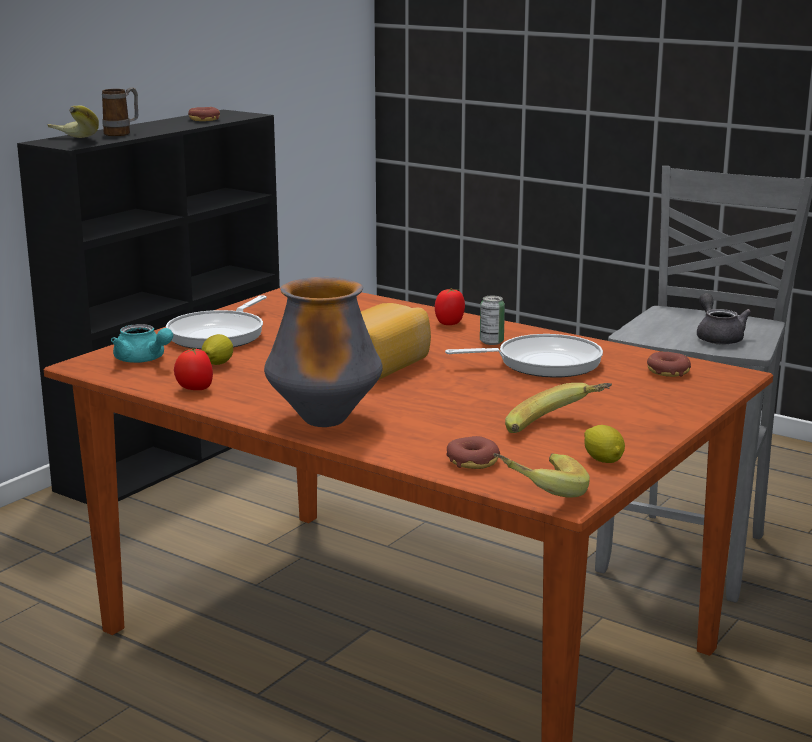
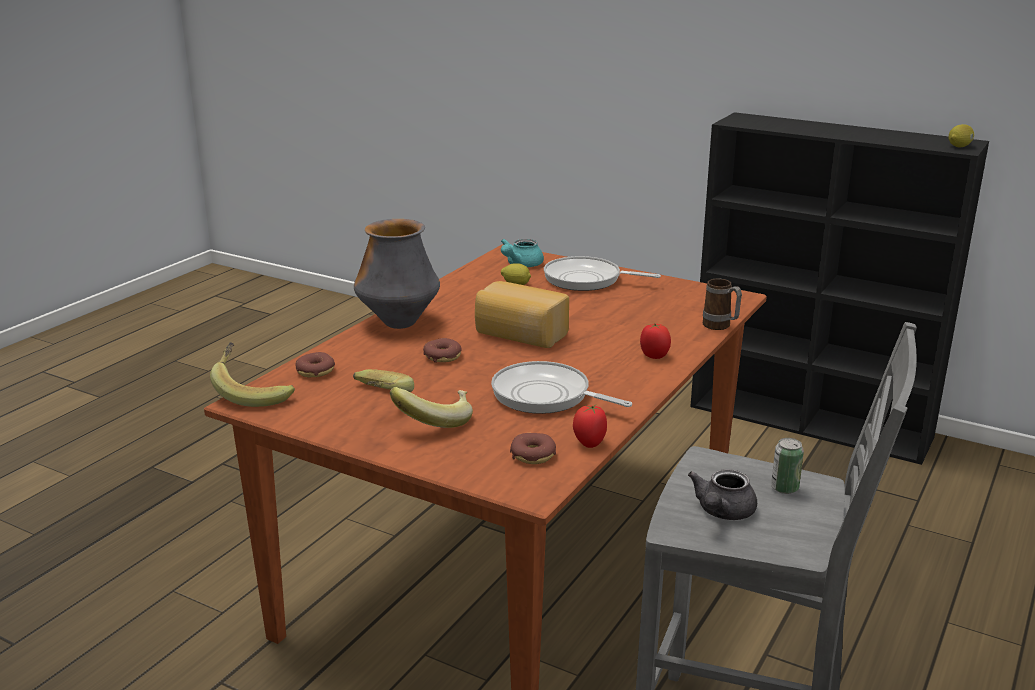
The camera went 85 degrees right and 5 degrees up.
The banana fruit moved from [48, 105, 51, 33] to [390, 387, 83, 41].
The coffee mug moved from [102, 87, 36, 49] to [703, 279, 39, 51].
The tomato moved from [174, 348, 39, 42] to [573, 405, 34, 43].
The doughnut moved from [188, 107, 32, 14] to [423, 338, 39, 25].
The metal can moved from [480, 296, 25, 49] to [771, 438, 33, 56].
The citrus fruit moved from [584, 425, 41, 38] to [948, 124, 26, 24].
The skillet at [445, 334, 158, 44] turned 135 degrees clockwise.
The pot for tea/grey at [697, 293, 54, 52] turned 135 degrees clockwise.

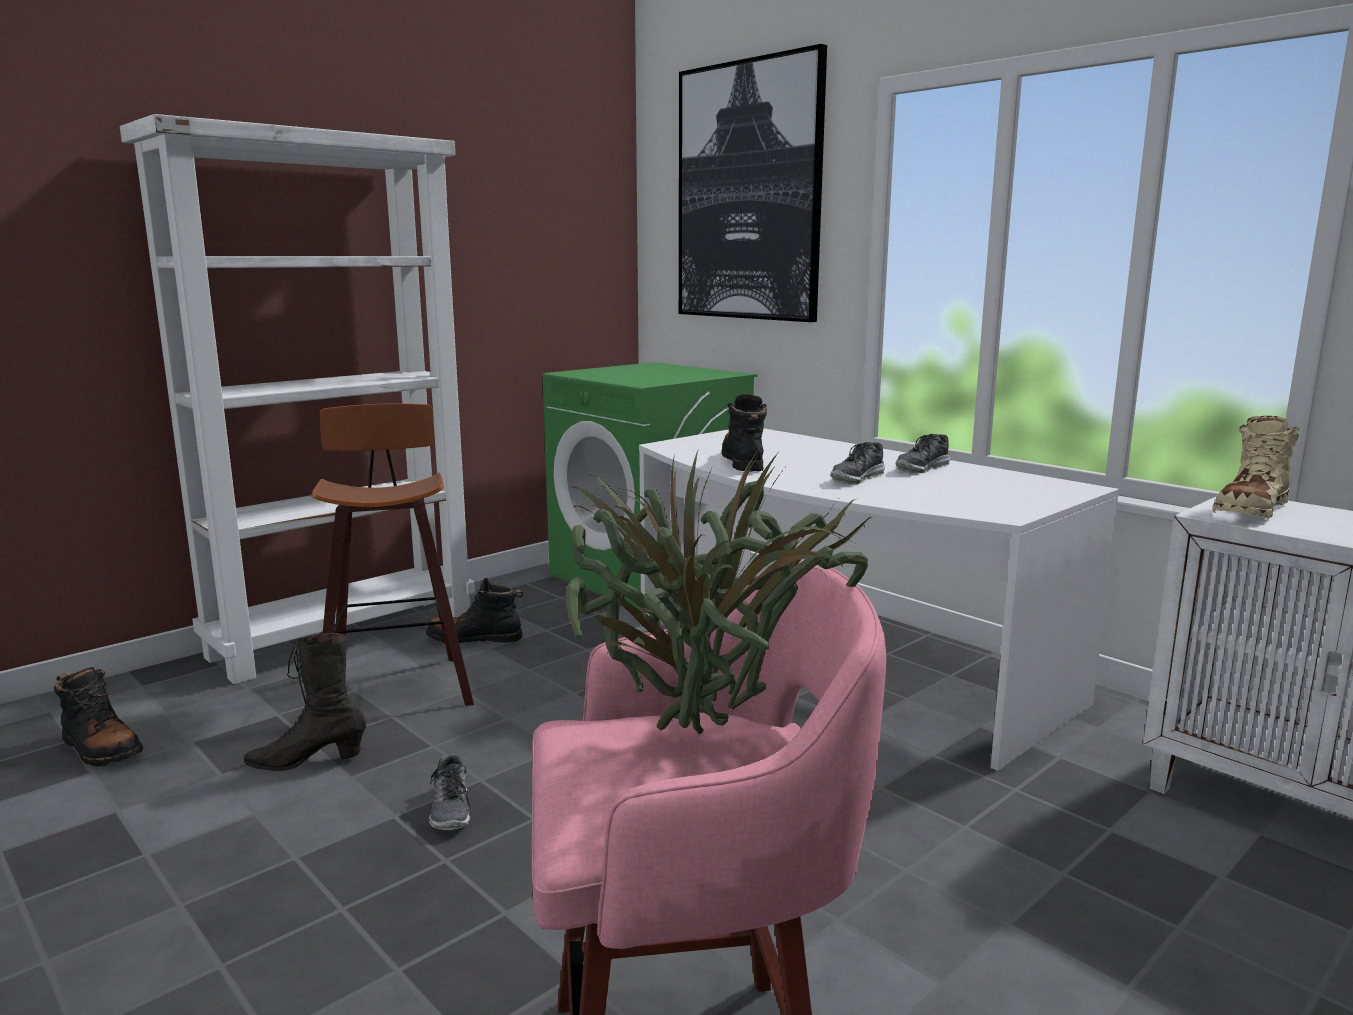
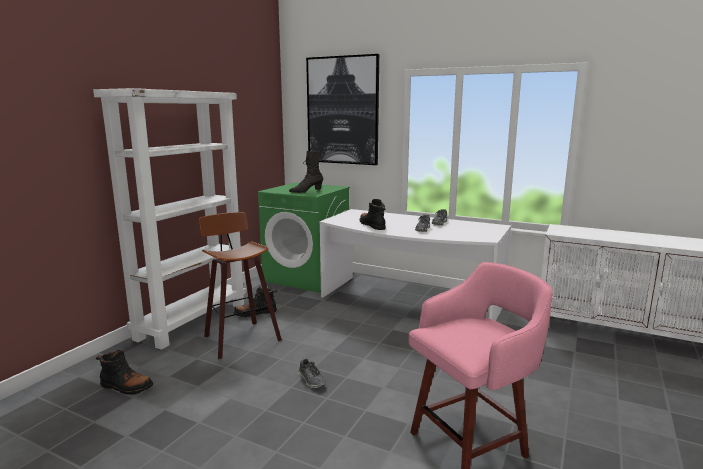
The camera went 20 degrees left and 0 degrees up.
The potted plant at [566, 447, 308, 287] disappeared.
The boot/beige-coloured at [1213, 416, 87, 103] disappeared.
The boot/black moved from [244, 633, 122, 138] to [289, 151, 34, 42].

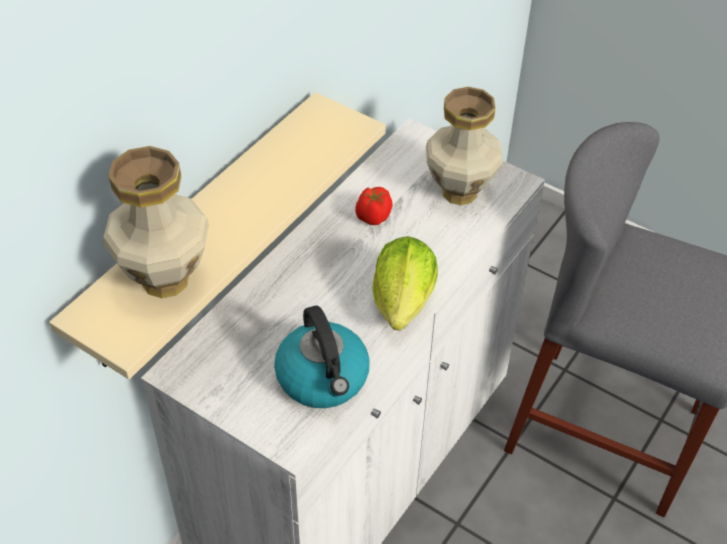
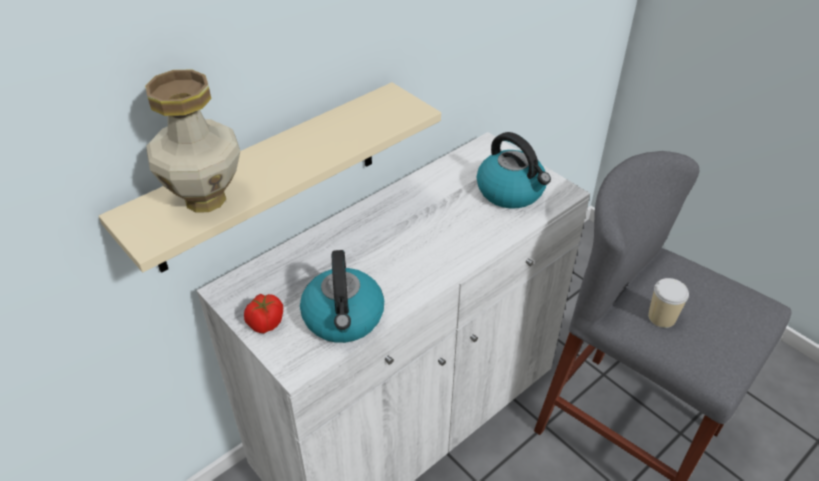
The camera went 15 degrees right and 5 degrees down.
The lettuce head at [372, 236, 66, 95] disappeared.
The drinking cup at [648, 278, 41, 50] appeared.
The tomato moved from [355, 187, 37, 38] to [244, 294, 39, 39].
The decorative vase at [426, 87, 77, 118] was replaced by the kettle at [477, 132, 74, 77].

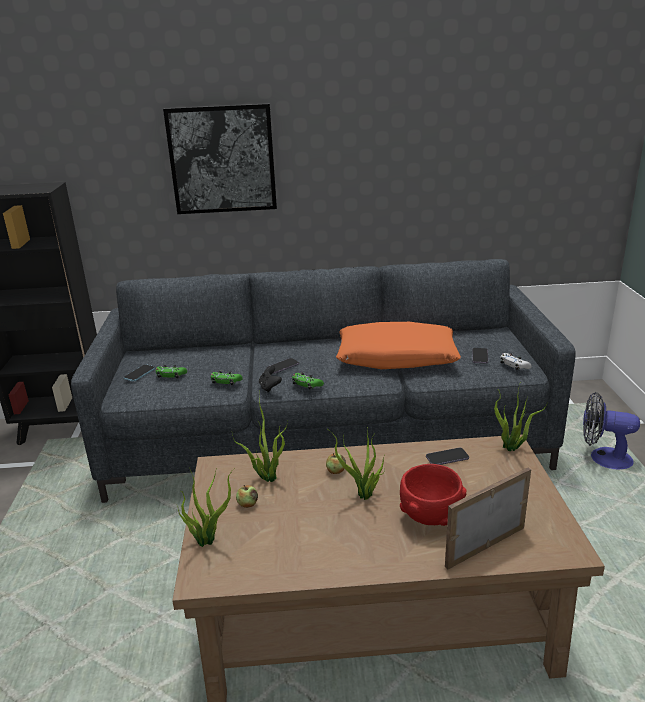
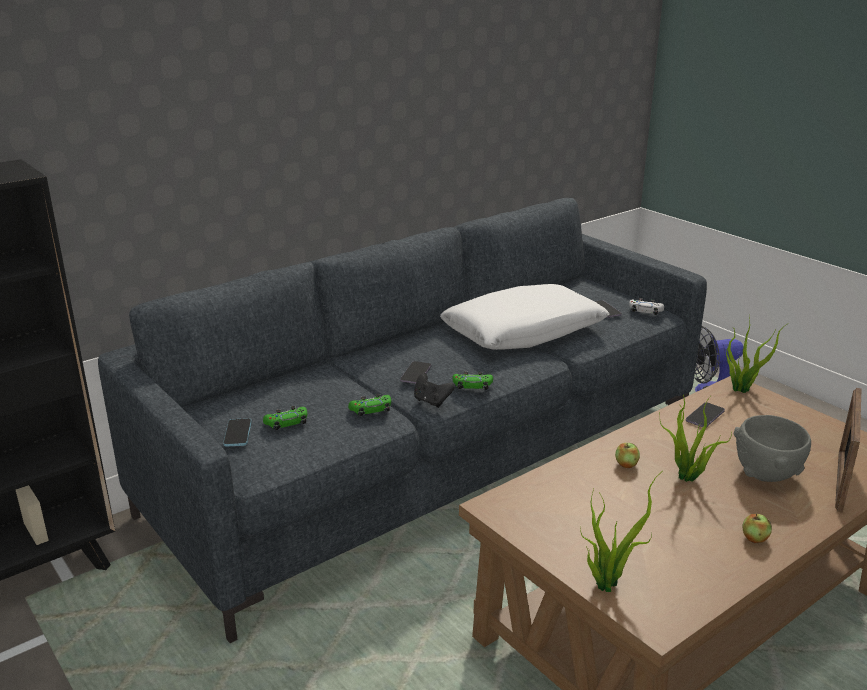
The camera went 35 degrees left and 0 degrees up.
The wall picture at [163, 103, 114, 111] disappeared.
The potted plant at [232, 399, 56, 83] disappeared.
The apple fruit moved from [236, 485, 22, 23] to [743, 514, 29, 29].
The throw pillow/orange at [336, 322, 125, 47] became the throw pillow/white-coloured at [440, 284, 170, 66].
The deep dish/reddish at [400, 464, 66, 62] became the deep dish/grey at [734, 415, 77, 67].

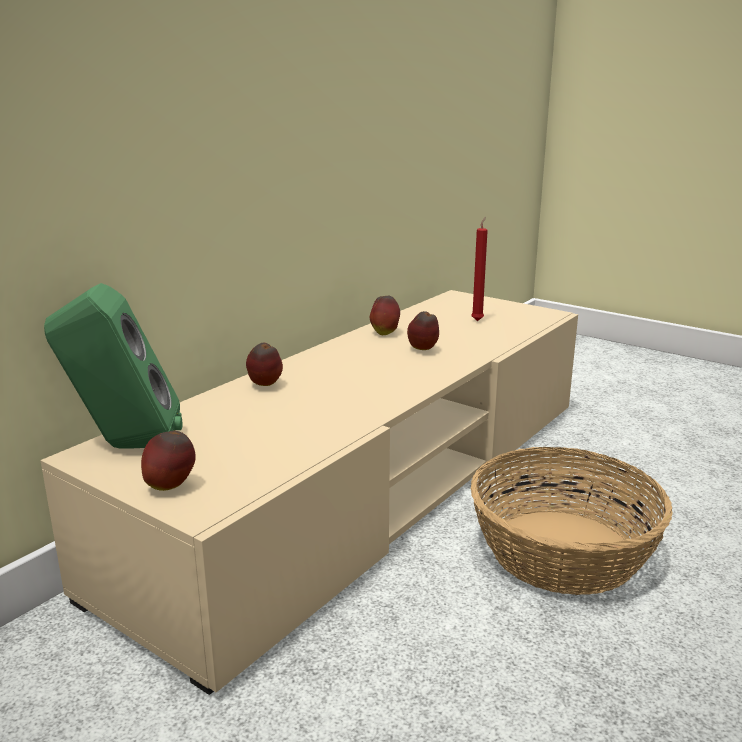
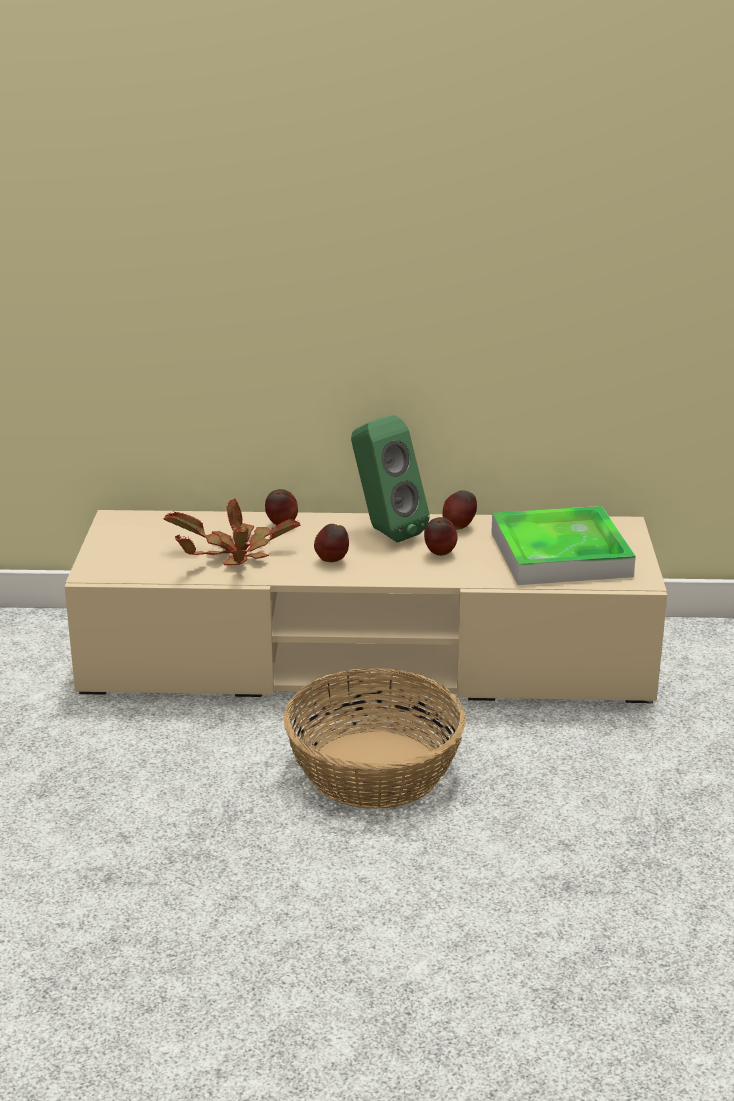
The camera went 55 degrees right and 5 degrees up.
The potted plant at [163, 499, 137, 66] appeared.
The audio speaker/greenish moved from [44, 283, 138, 165] to [351, 415, 79, 128].
The apple fruit moved from [141, 431, 55, 60] to [314, 524, 35, 38].
The wax candle/reddish at [471, 217, 17, 104] was replaced by the carrying tray at [491, 506, 145, 79].

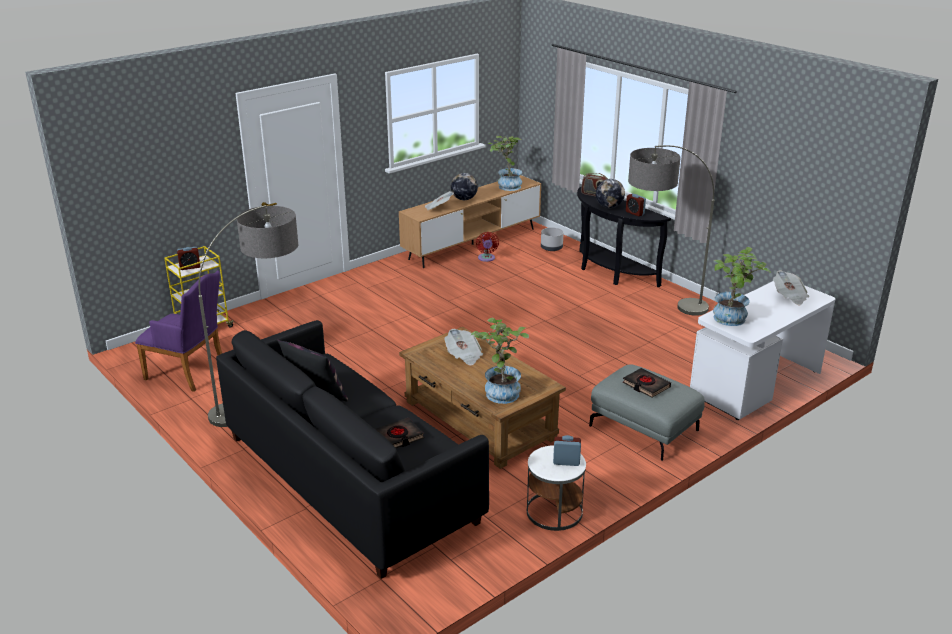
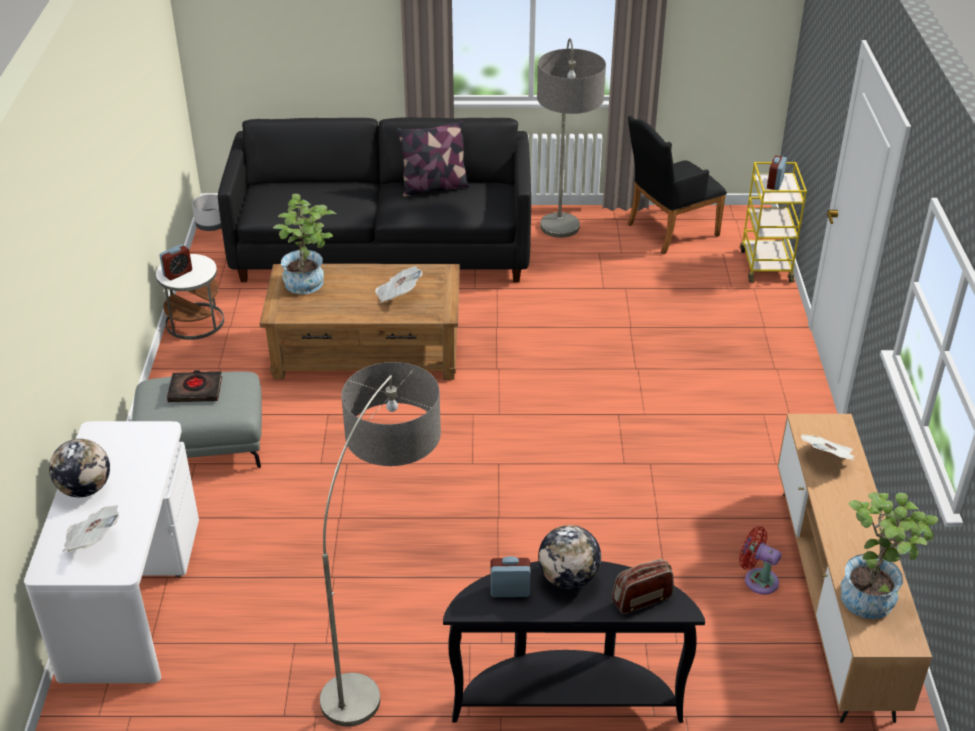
The camera went 130 degrees right and 10 degrees up.
The book/black at [375, 418, 49, 30] disappeared.
The potted plant at [713, 247, 58, 79] disappeared.
The globe moved from [451, 173, 27, 27] to [49, 439, 61, 58].
The flower pot/grey moved from [541, 227, 23, 24] to [192, 194, 30, 37].
The armchair/purple at [135, 270, 87, 122] became the armchair/black at [628, 115, 99, 139].

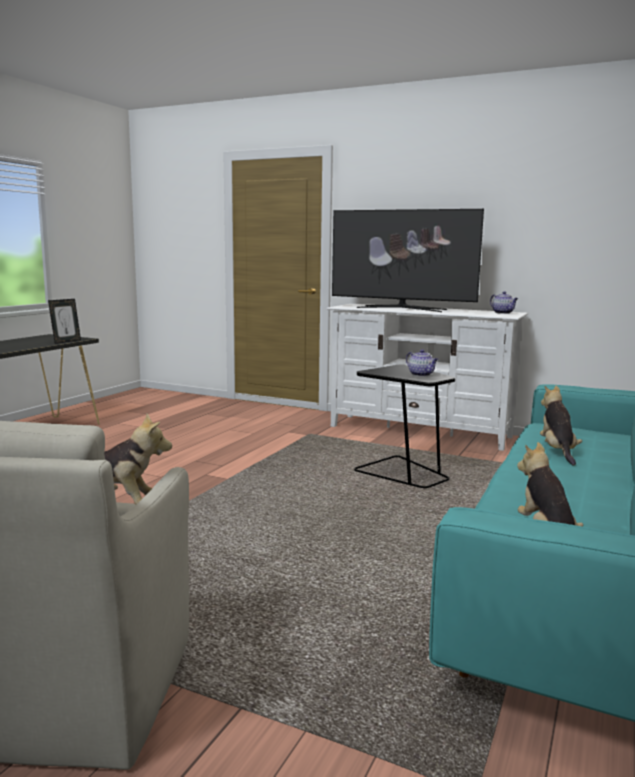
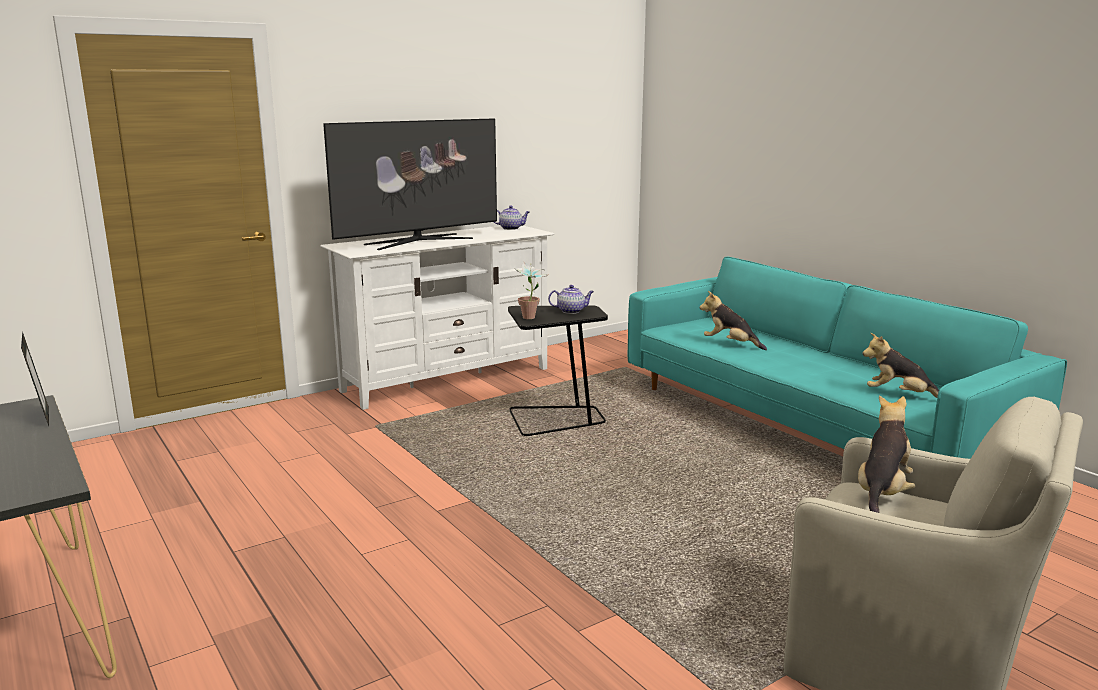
The camera went 60 degrees left and 5 degrees up.
The potted plant at [515, 262, 34, 57] appeared.

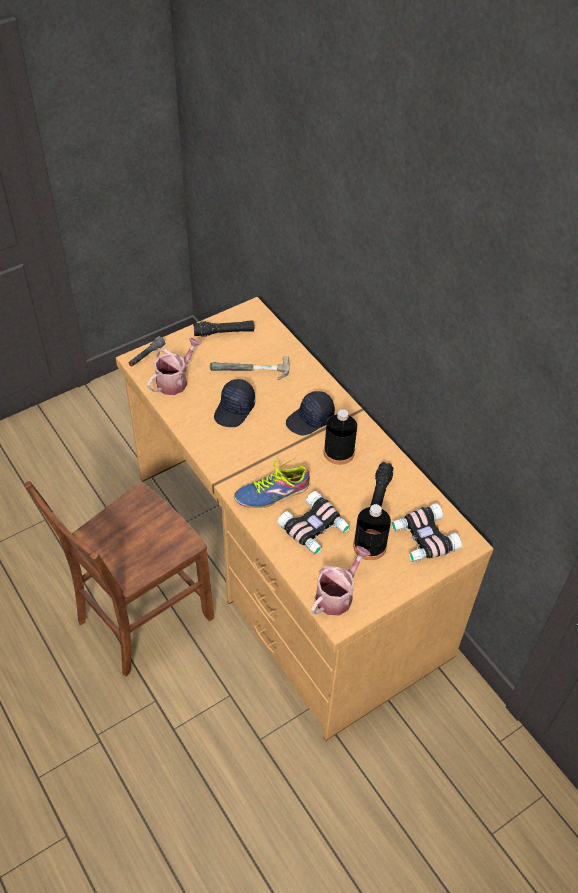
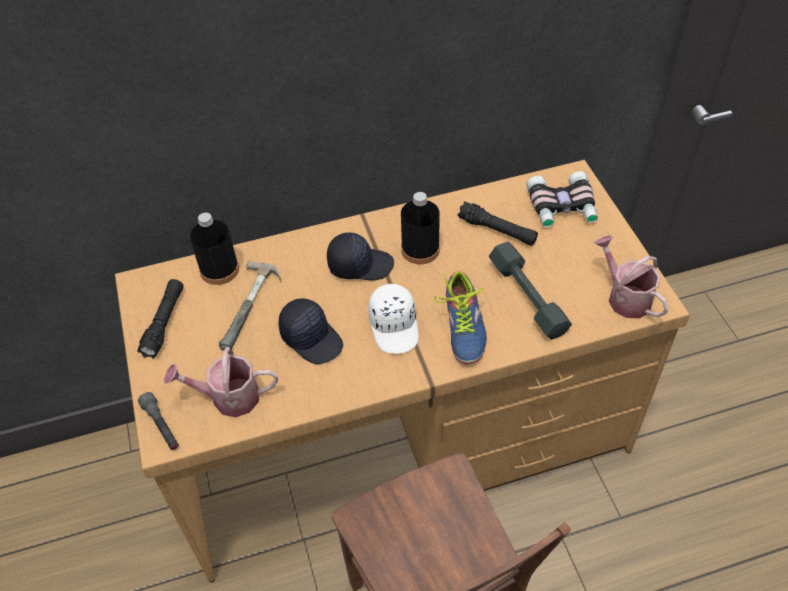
The camera went 70 degrees left and 0 degrees up.
The baseball cap/white-coloured at [368, 284, 51, 70] appeared.
The drink bottle/black moved from [353, 504, 38, 56] to [190, 213, 49, 72].
The field glasses at [277, 491, 73, 63] was replaced by the free weight/grey at [489, 241, 83, 99].
The watering can at [147, 338, 55, 57] turned 60 degrees counterclockwise.
The baseball cap/black at [286, 391, 49, 45] turned 75 degrees counterclockwise.

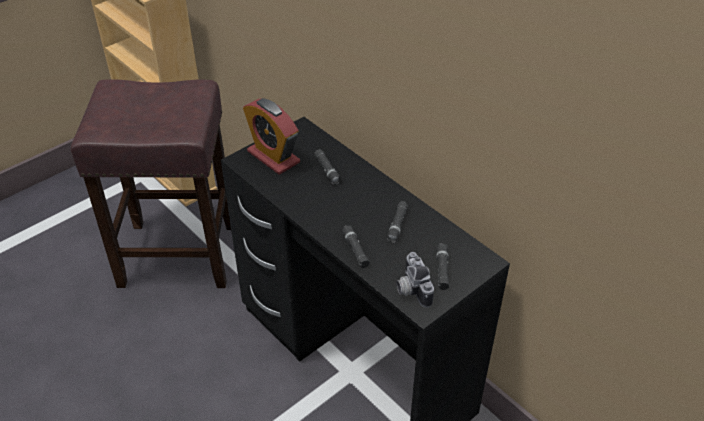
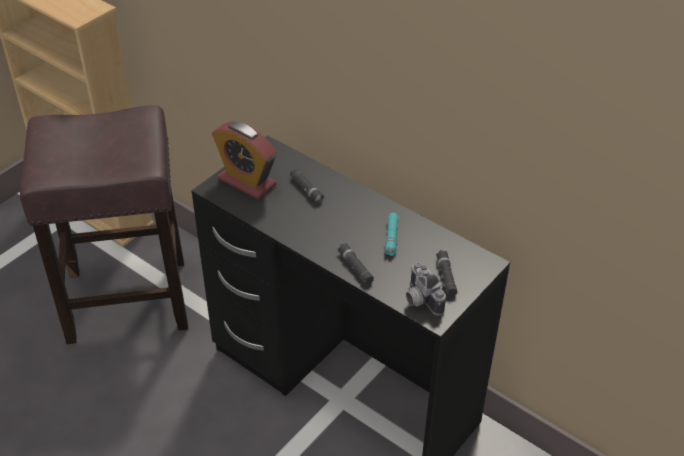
The camera went 10 degrees left and 0 degrees up.
The torch/black at [387, 201, 21, 42] became the torch/turquoise-coloured at [385, 213, 14, 43].

